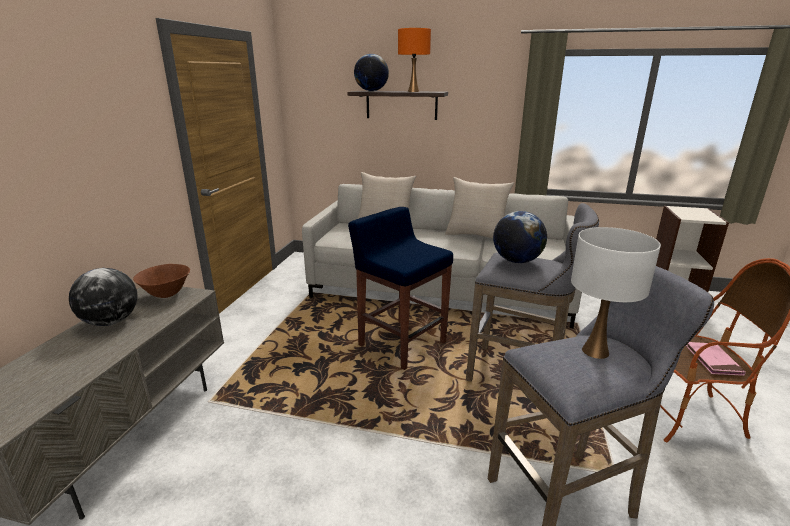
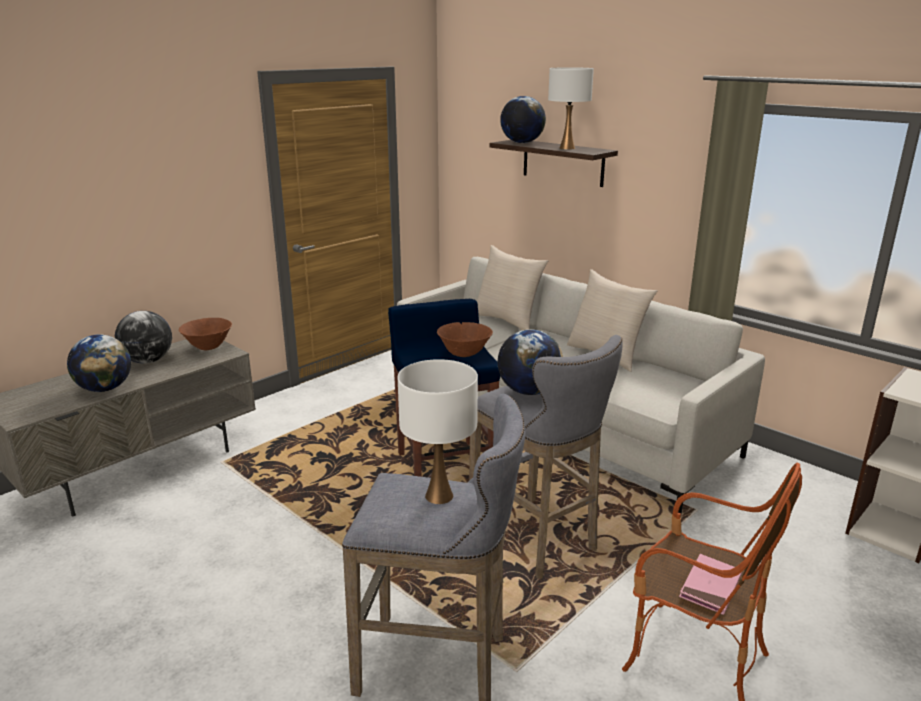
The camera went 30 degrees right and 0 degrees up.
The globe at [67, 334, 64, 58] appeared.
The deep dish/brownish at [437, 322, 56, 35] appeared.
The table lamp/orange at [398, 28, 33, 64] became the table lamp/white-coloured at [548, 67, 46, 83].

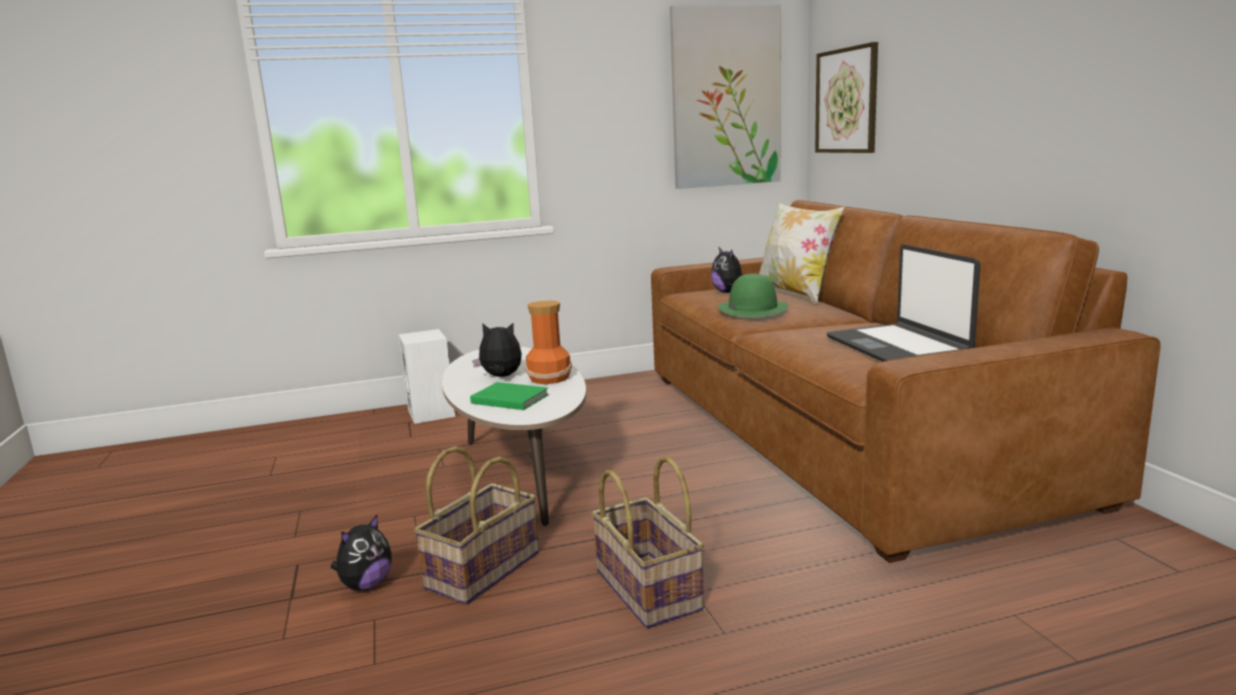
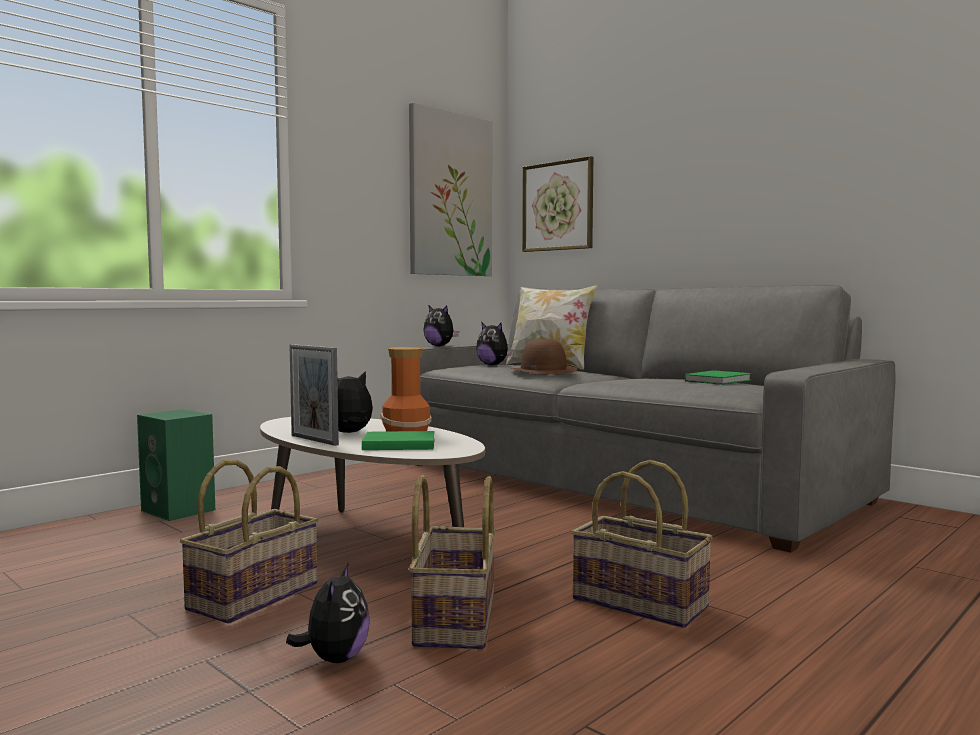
The camera went 30 degrees left and 10 degrees down.
The storage basket at [180, 459, 138, 164] appeared.
The picture frame at [289, 344, 50, 102] appeared.
The soft toy at [423, 305, 36, 42] appeared.
The laptop at [827, 244, 153, 118] was replaced by the book/greenish at [685, 370, 66, 15].
The audio speaker/white-coloured at [398, 329, 57, 95] became the audio speaker/greenish at [137, 409, 78, 112].
The sofa/brownish at [651, 200, 509, 363] became the sofa/grey at [415, 285, 481, 268].
The clothing hat/greenish at [718, 274, 70, 43] became the clothing hat/brownish at [512, 339, 65, 36].

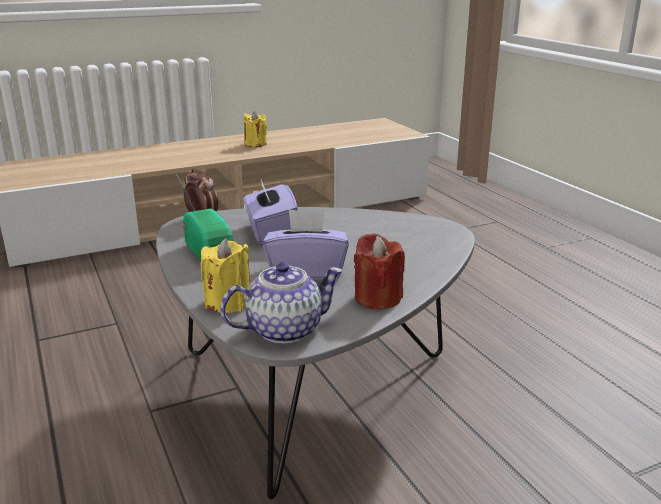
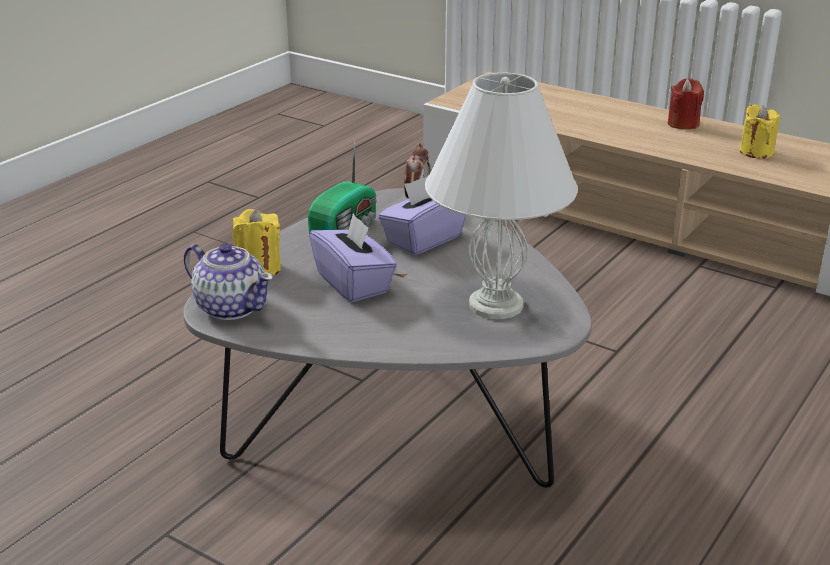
The camera went 60 degrees right and 5 degrees up.
The table lamp/white-coloured at [425, 72, 153, 247] appeared.
The wax candle/reddish moved from [354, 233, 51, 76] to [668, 78, 36, 51].

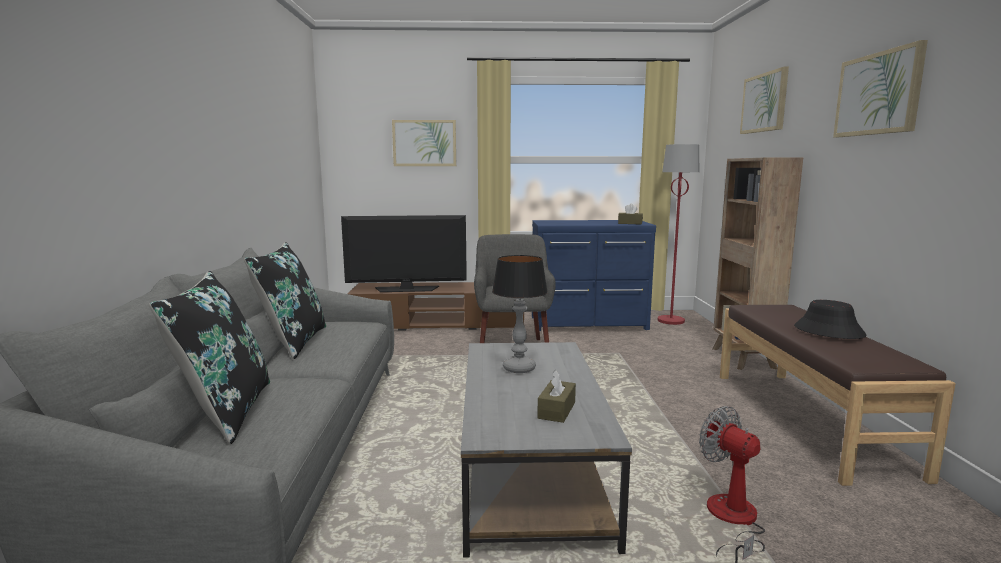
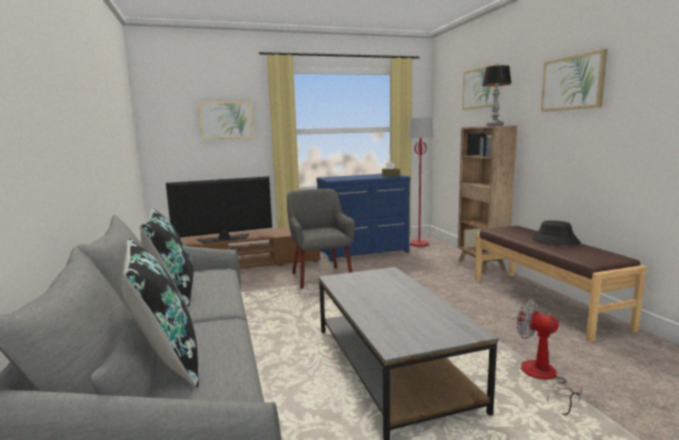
The camera went 15 degrees left and 0 degrees up.
The box of tissues/brownish at [537, 370, 39, 53] disappeared.
The table lamp moved from [492, 255, 56, 118] to [482, 65, 30, 61].

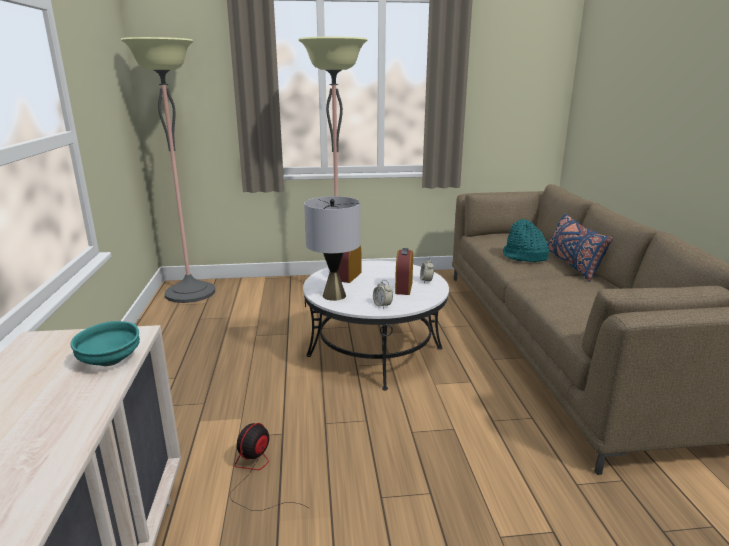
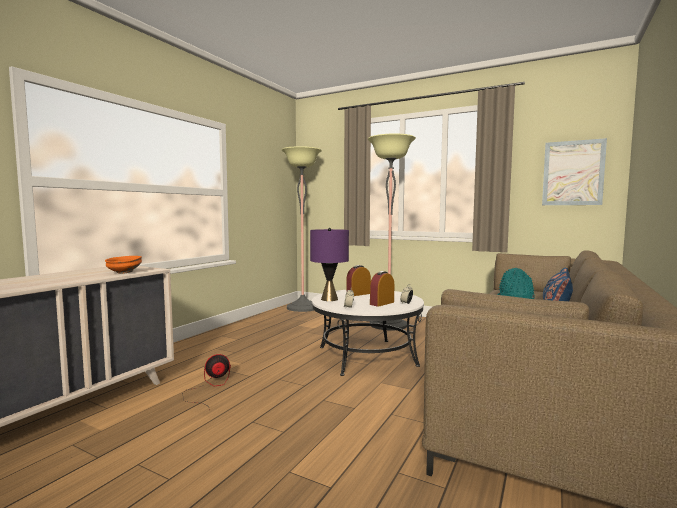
The camera went 35 degrees right and 15 degrees down.
The wall picture at [542, 138, 65, 67] appeared.
The deep dish/turquoise-coloured at [70, 321, 70, 45] became the deep dish/orange at [105, 256, 37, 18].
The table lamp/grey at [304, 196, 56, 105] became the table lamp/purple at [310, 228, 39, 73].

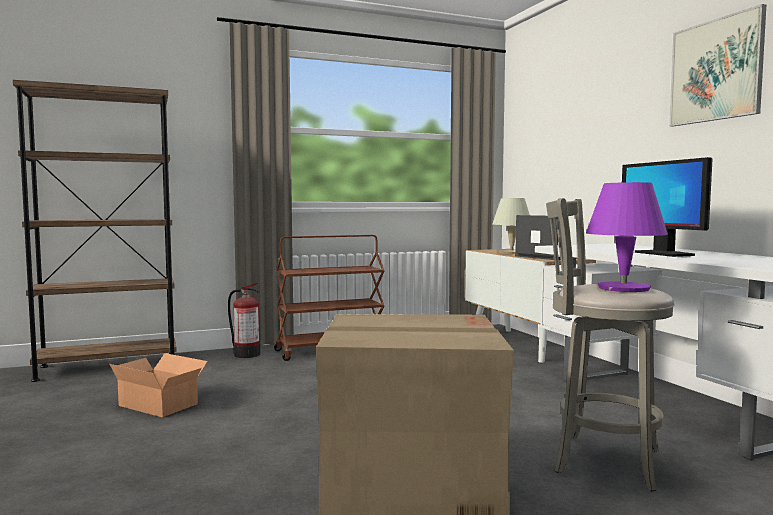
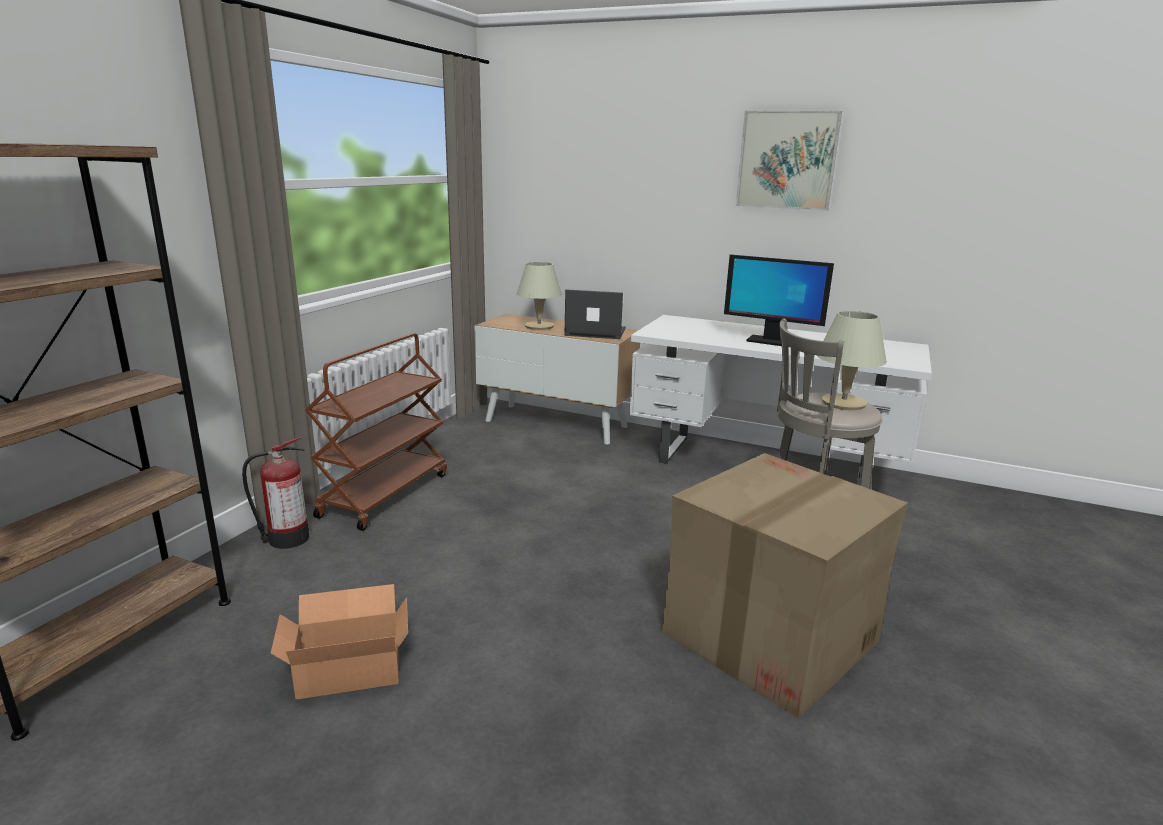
The camera went 45 degrees left and 15 degrees up.
The table lamp/purple at [586, 182, 82, 110] became the table lamp/beige-coloured at [817, 311, 70, 99].

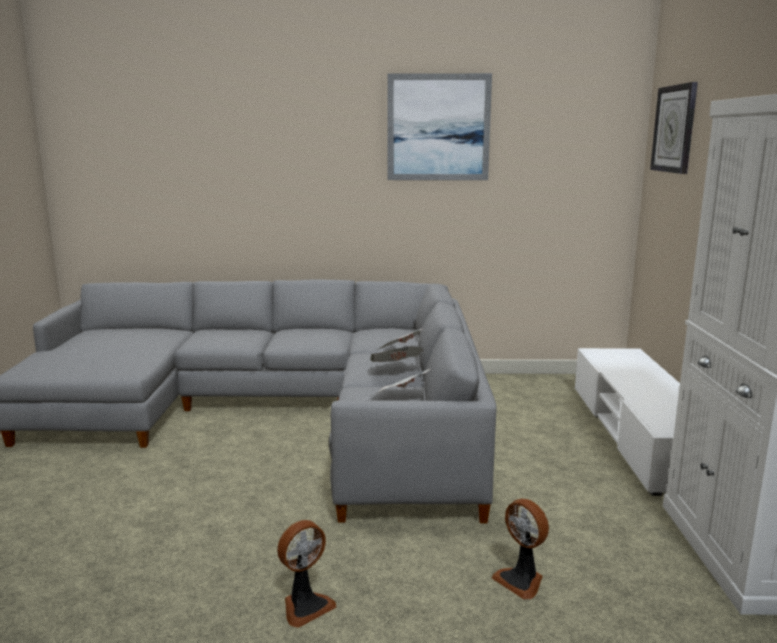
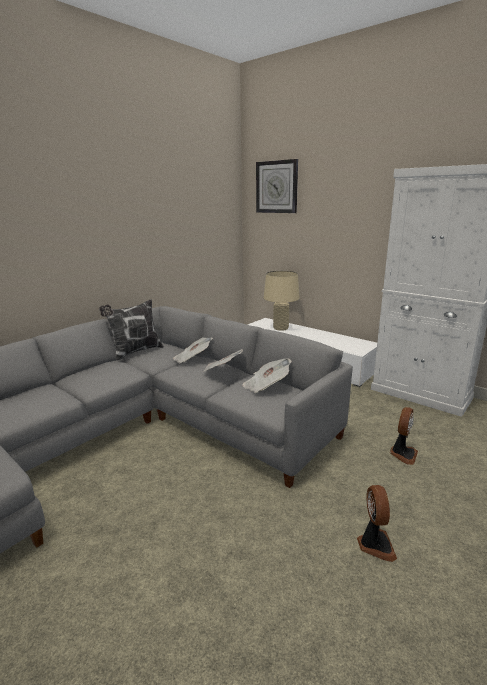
The camera went 50 degrees left and 5 degrees up.
The wall picture at [387, 73, 105, 107] disappeared.
The throw pillow at [99, 299, 65, 61] appeared.
The table lamp/beige-coloured at [264, 271, 36, 60] appeared.
The fan at [492, 498, 57, 102] turned 60 degrees counterclockwise.

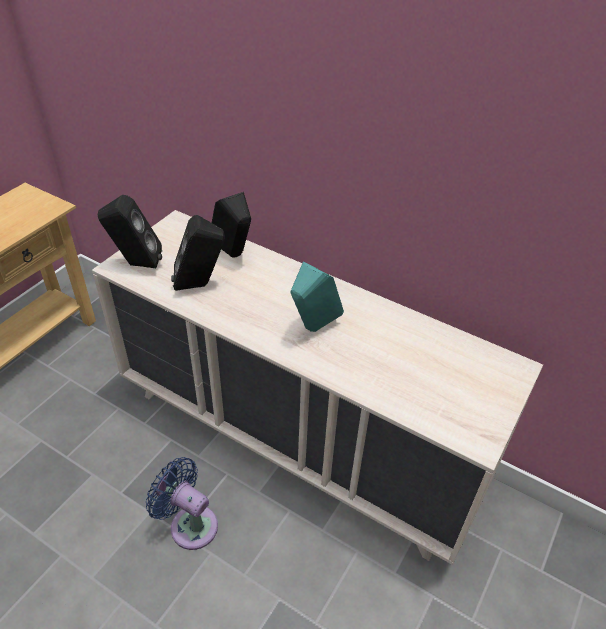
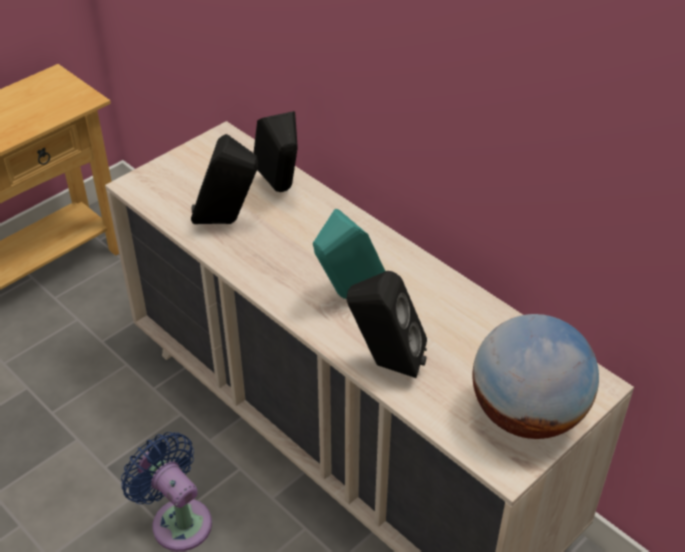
The camera went 15 degrees right and 0 degrees up.
The globe at [473, 314, 126, 125] appeared.
The audio speaker/black moved from [98, 195, 64, 73] to [346, 271, 81, 107].

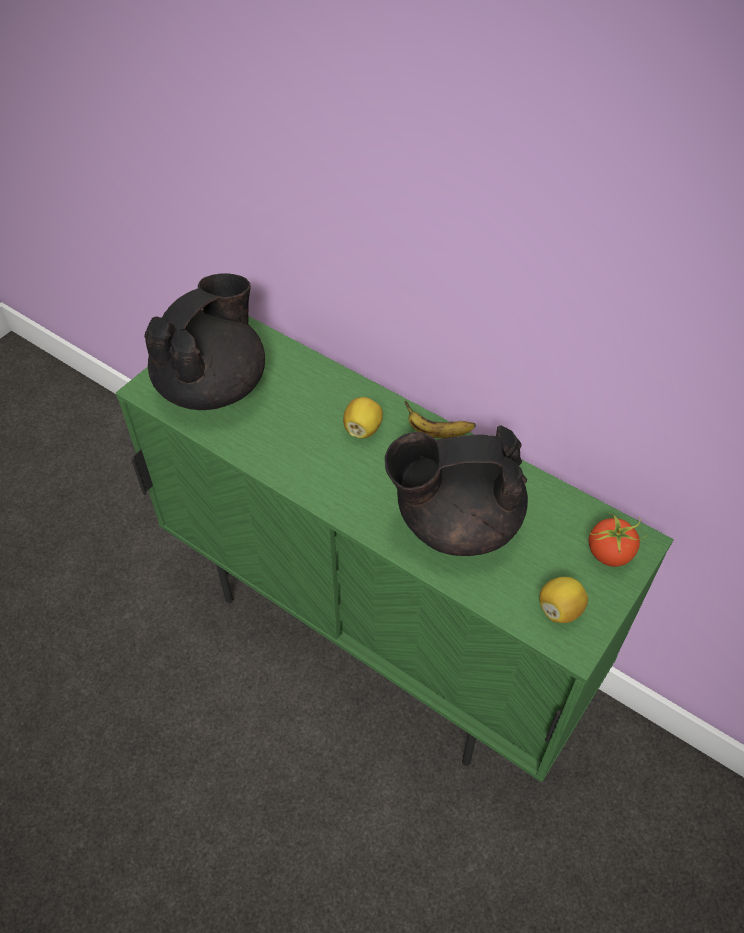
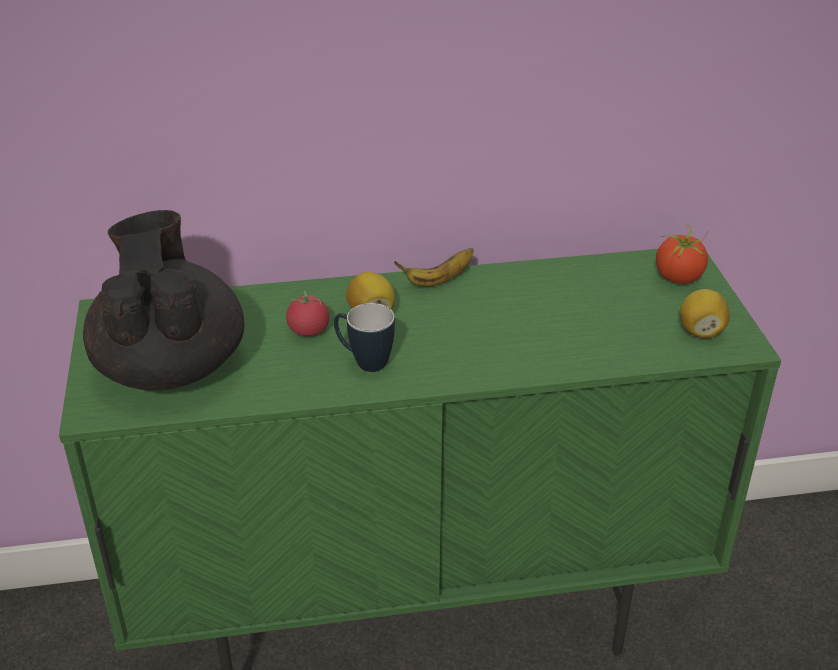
The camera went 45 degrees left and 15 degrees down.
The pot for tea/black at [385, 425, 143, 131] disappeared.
The tomato at [286, 290, 43, 46] appeared.
The coffee mug at [334, 303, 61, 69] appeared.

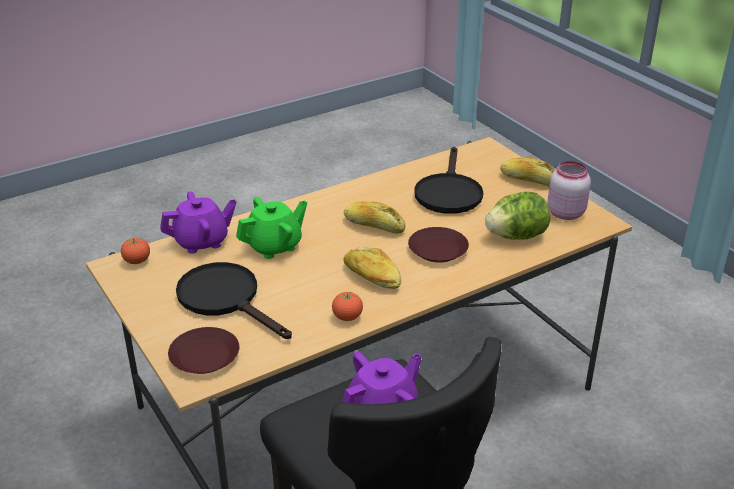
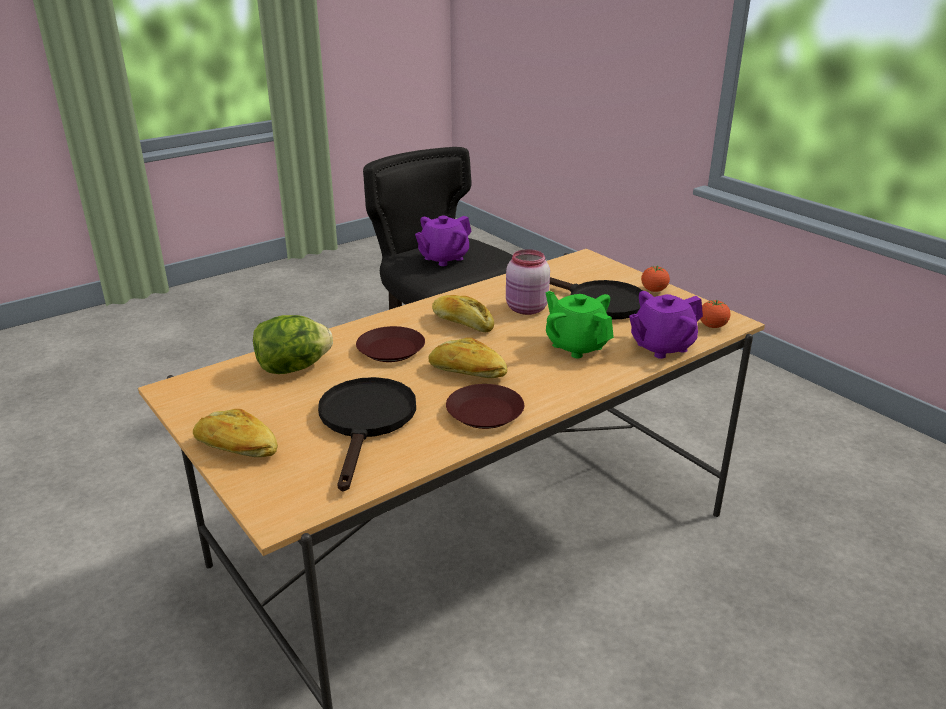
The camera went 175 degrees right and 5 degrees down.
The plate/brownish moved from [168, 327, 71, 47] to [446, 384, 78, 45].
The tomato moved from [332, 292, 31, 29] to [641, 266, 29, 26].
The storage jar/pink-coloured moved from [547, 161, 44, 59] to [506, 249, 44, 66].
The pot for tea/greenish at [236, 197, 71, 62] turned 90 degrees clockwise.

